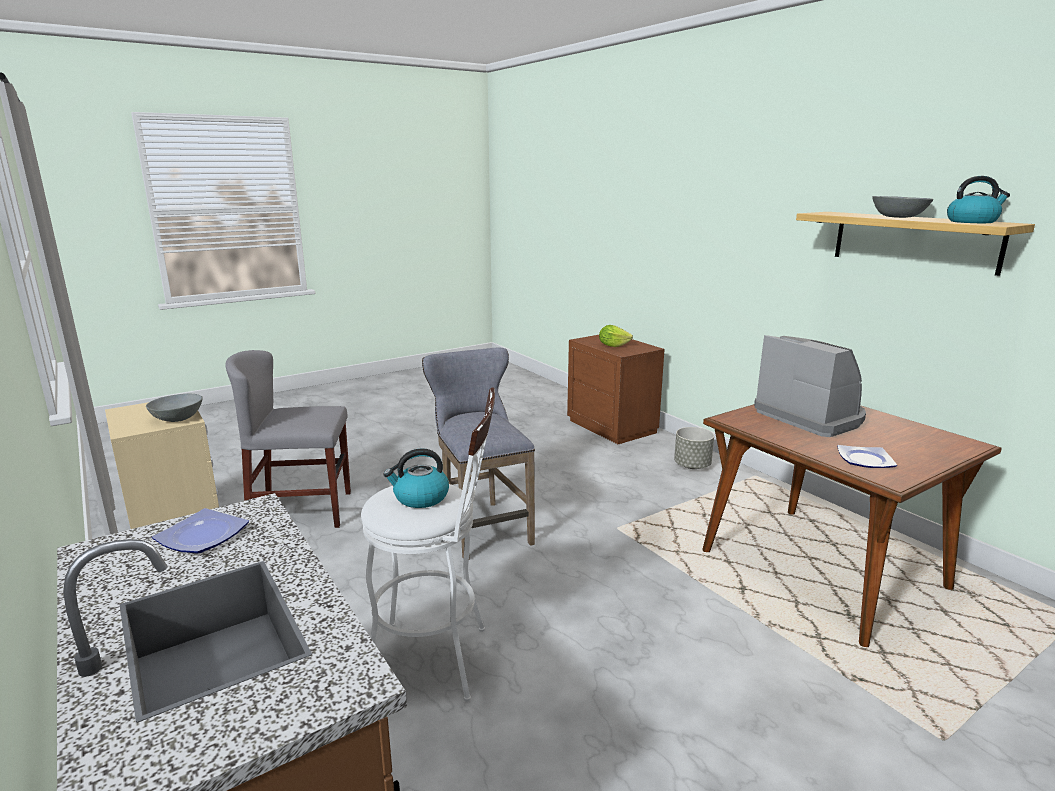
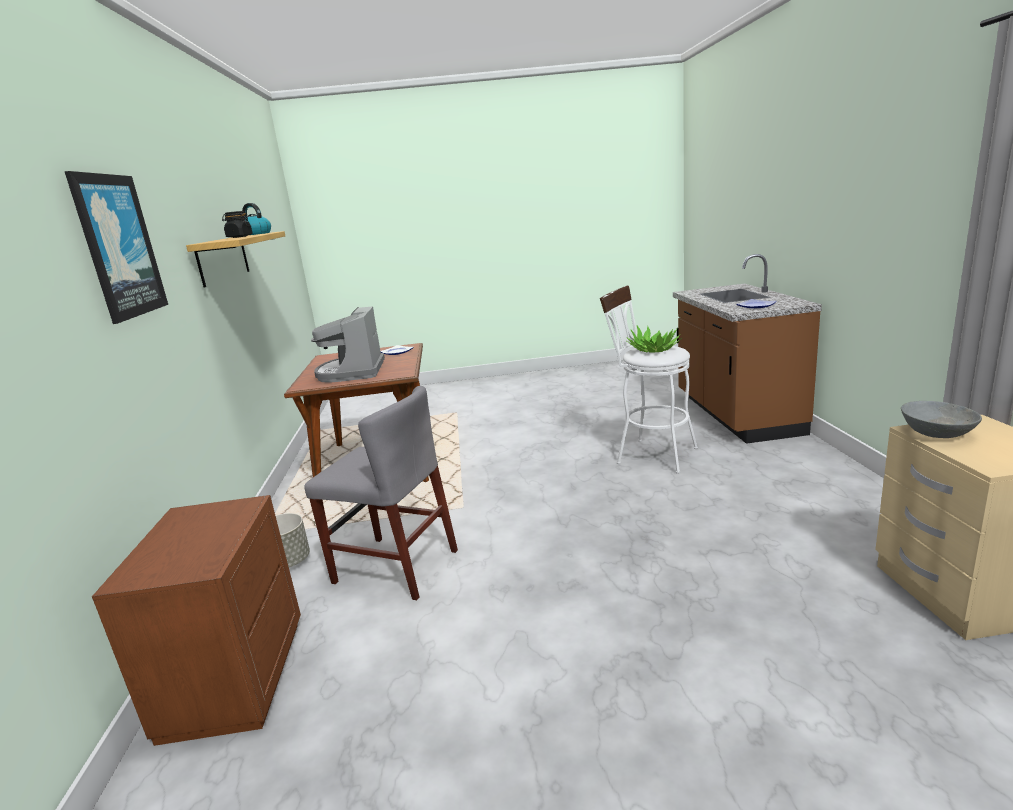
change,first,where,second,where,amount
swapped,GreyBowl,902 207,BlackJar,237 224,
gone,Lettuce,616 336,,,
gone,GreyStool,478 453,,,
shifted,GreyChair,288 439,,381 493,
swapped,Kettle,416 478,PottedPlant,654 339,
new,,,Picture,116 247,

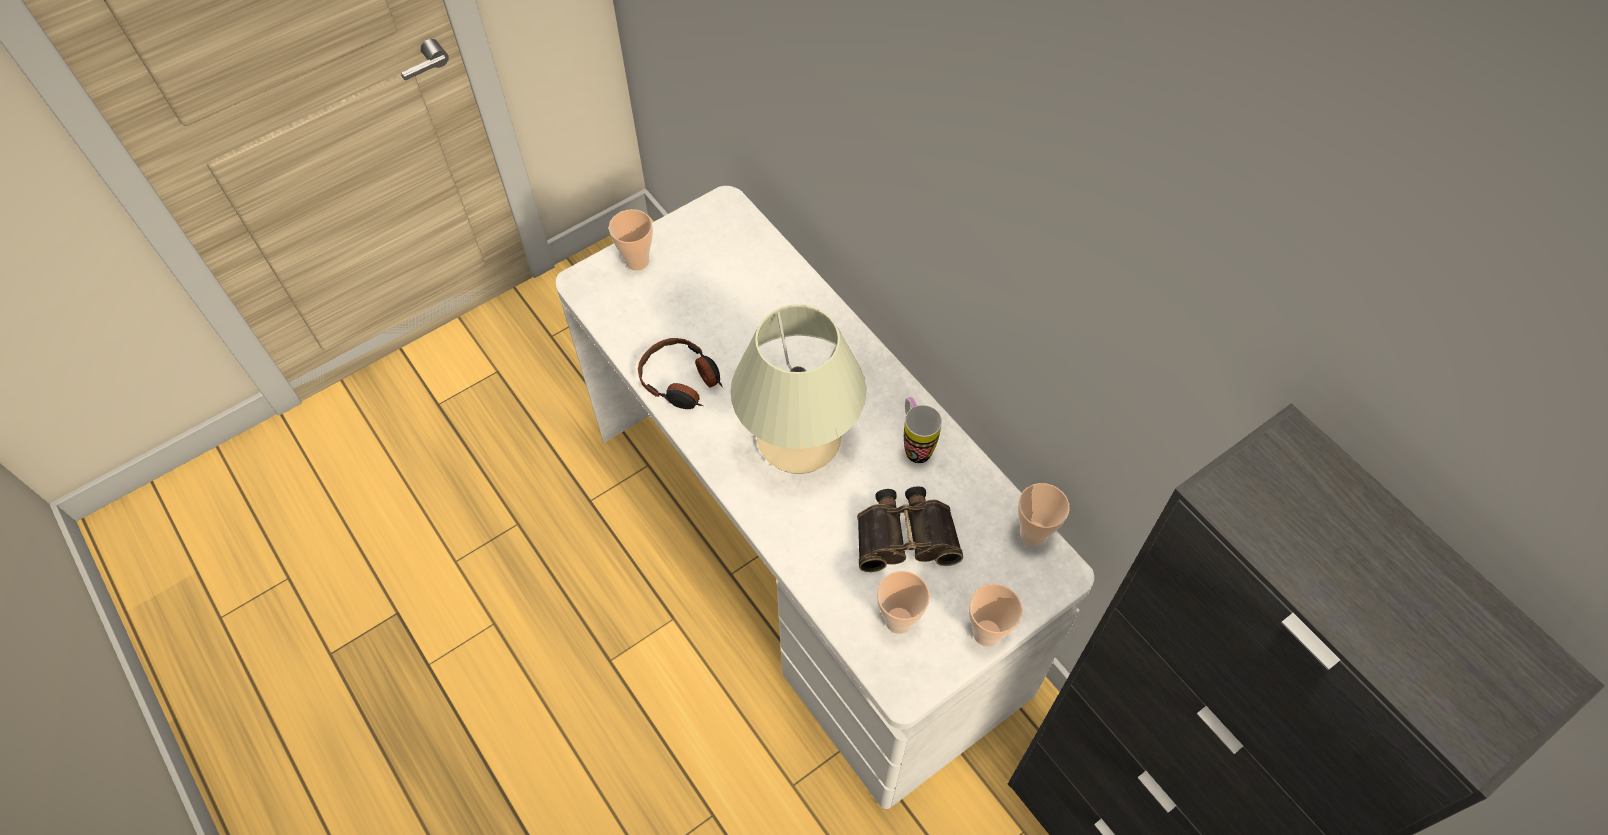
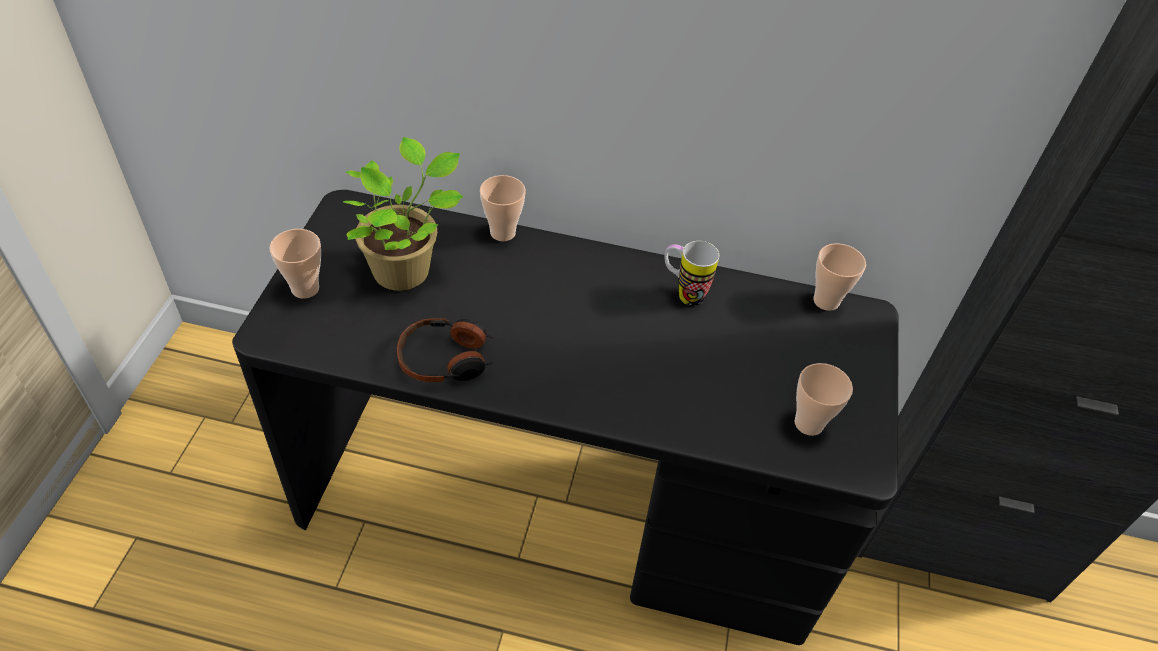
change,first,where,second,where,amount
repainted,WhiteDesk,825 497,BlackDesk,565 417,
gone,BeigeTableLamp,798 389,,,
gone,Binoculars,910 529,,,
shifted,Cup,996 615,,503 208,
new,,,PottedPlant,403 214,

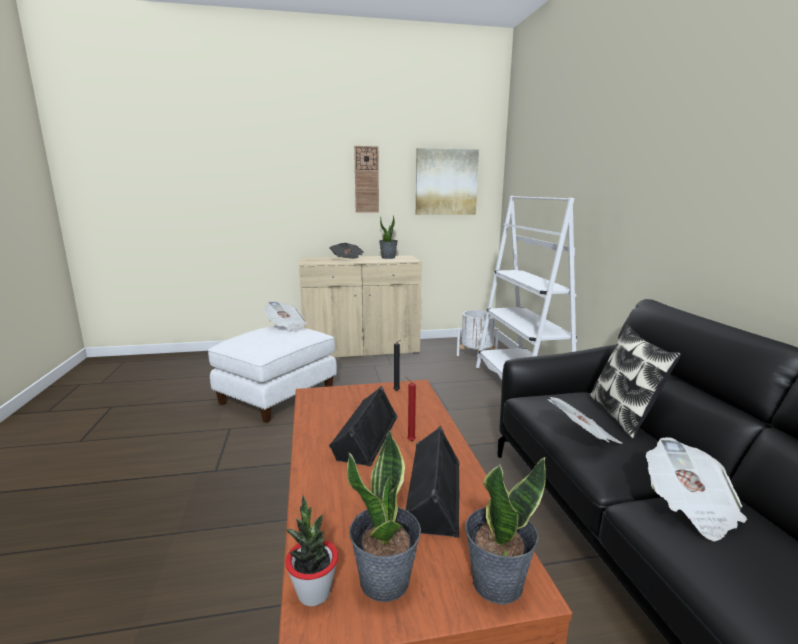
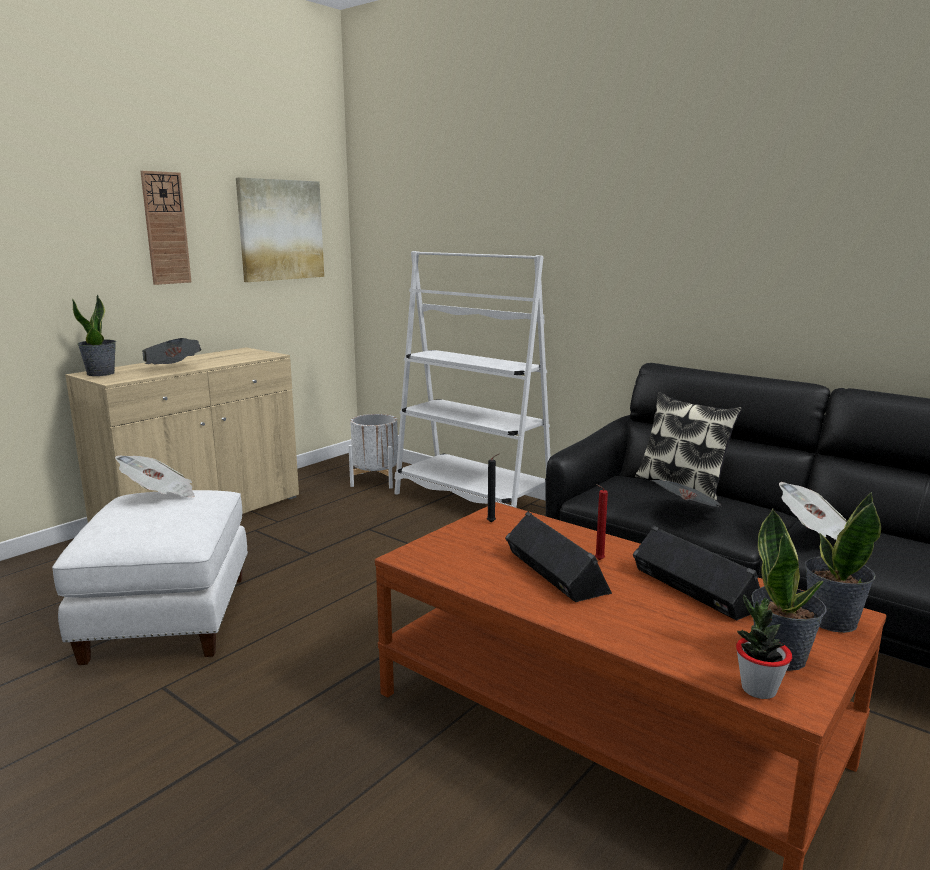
change,first,where,second,where,amount
shifted,PottedPlant,388 237,,94 335,

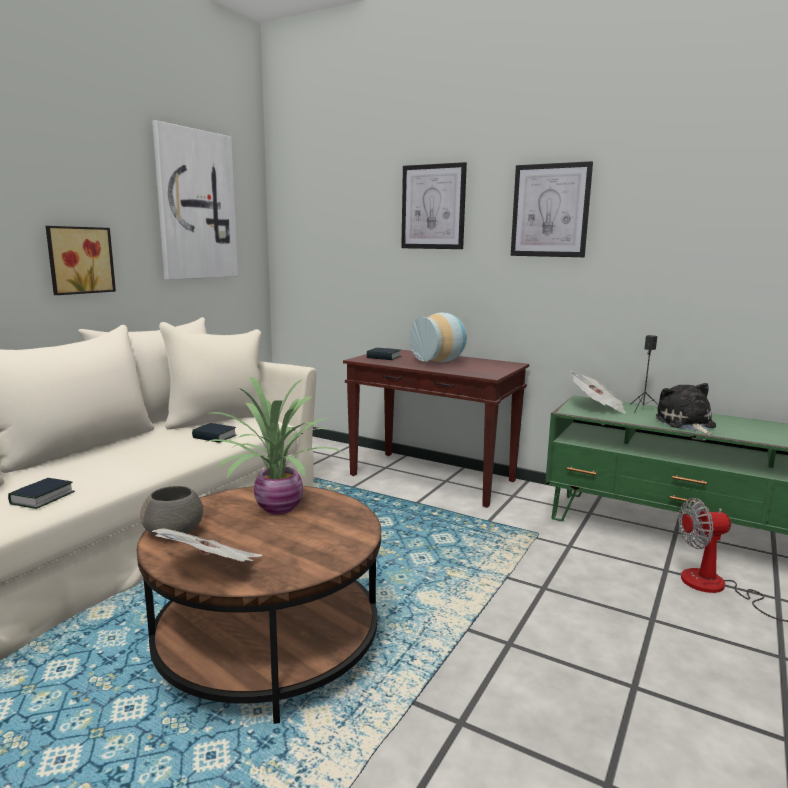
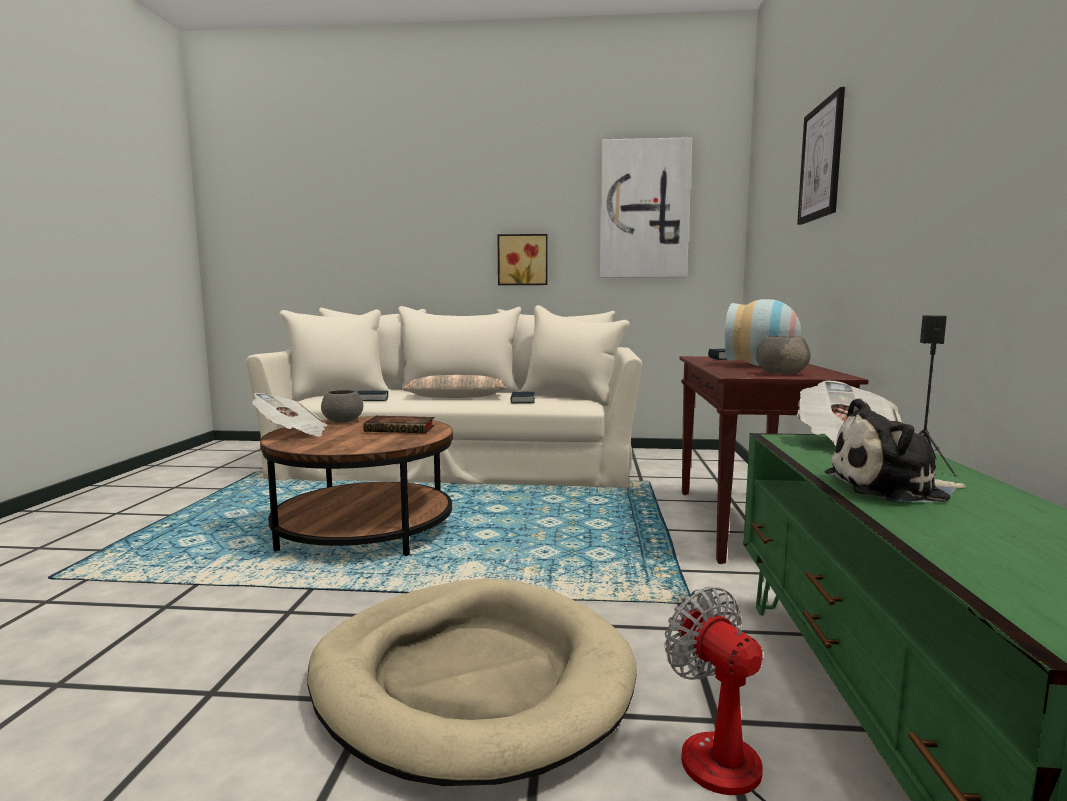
change,first,where,second,where,amount
gone,Picture,552 209,,,
swapped,PottedPlant,275 445,Book,398 424,
rotated,PlushToy,686 409,,895 450,150 degrees counterclockwise
new,,,GreyBowl,783 355,
new,,,Pillow,454 386,
new,,,BeigeDogBed,472 682,

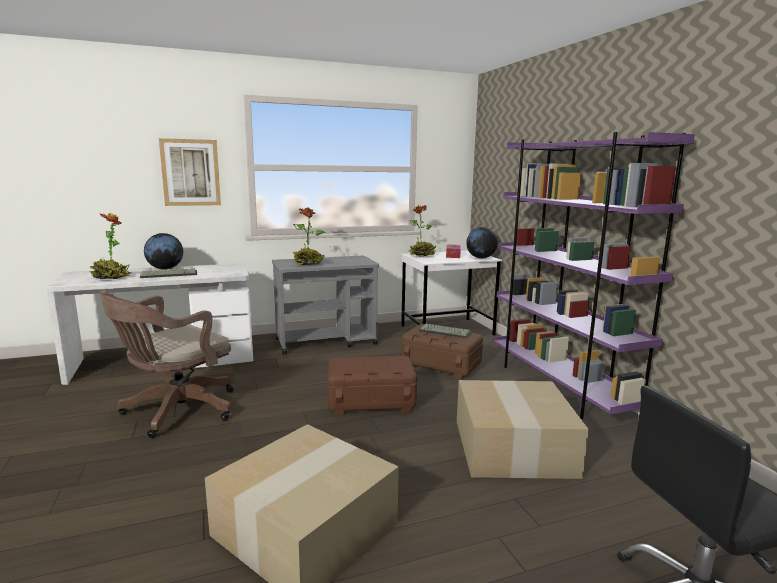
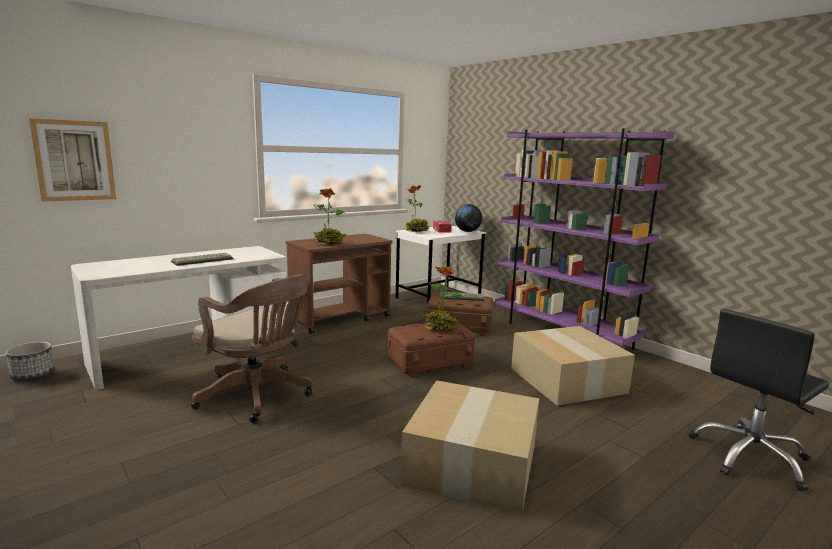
change,first,where,second,where,amount
shifted,Picture,190 172,,72 160,
shifted,PottedPlant,110 246,,444 299,
gone,Globe,163 251,,,
repainted,GreyCart,325 305,BrownCart,339 284,
rotated,BrownOfficeChair,166 365,,251 348,75 degrees counterclockwise
new,,,Planter,30 361,

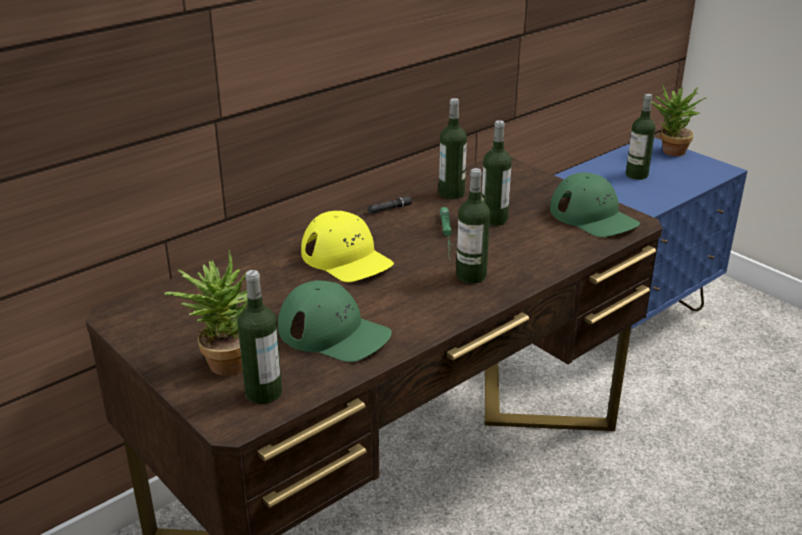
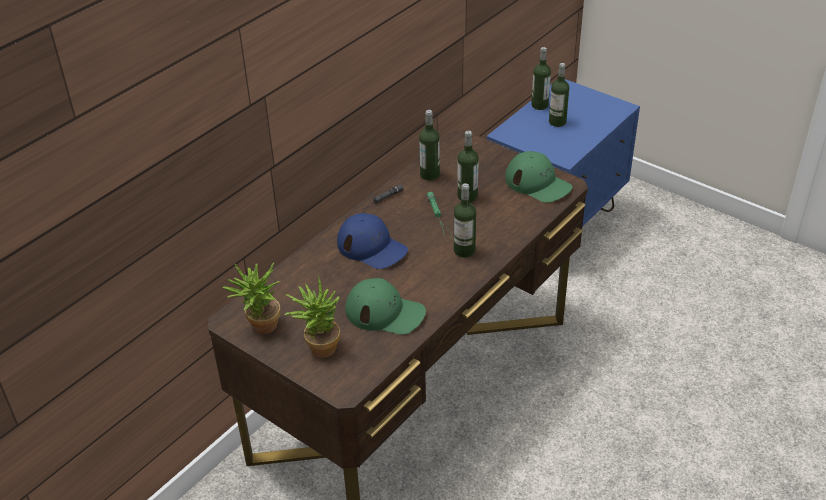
change,first,where,second,where,amount
shifted,PottedPlant,679 119,,251 298,
repainted,YellowCap,347 246,BlueCap,372 241,
shifted,Bottle,259 337,,541 78,

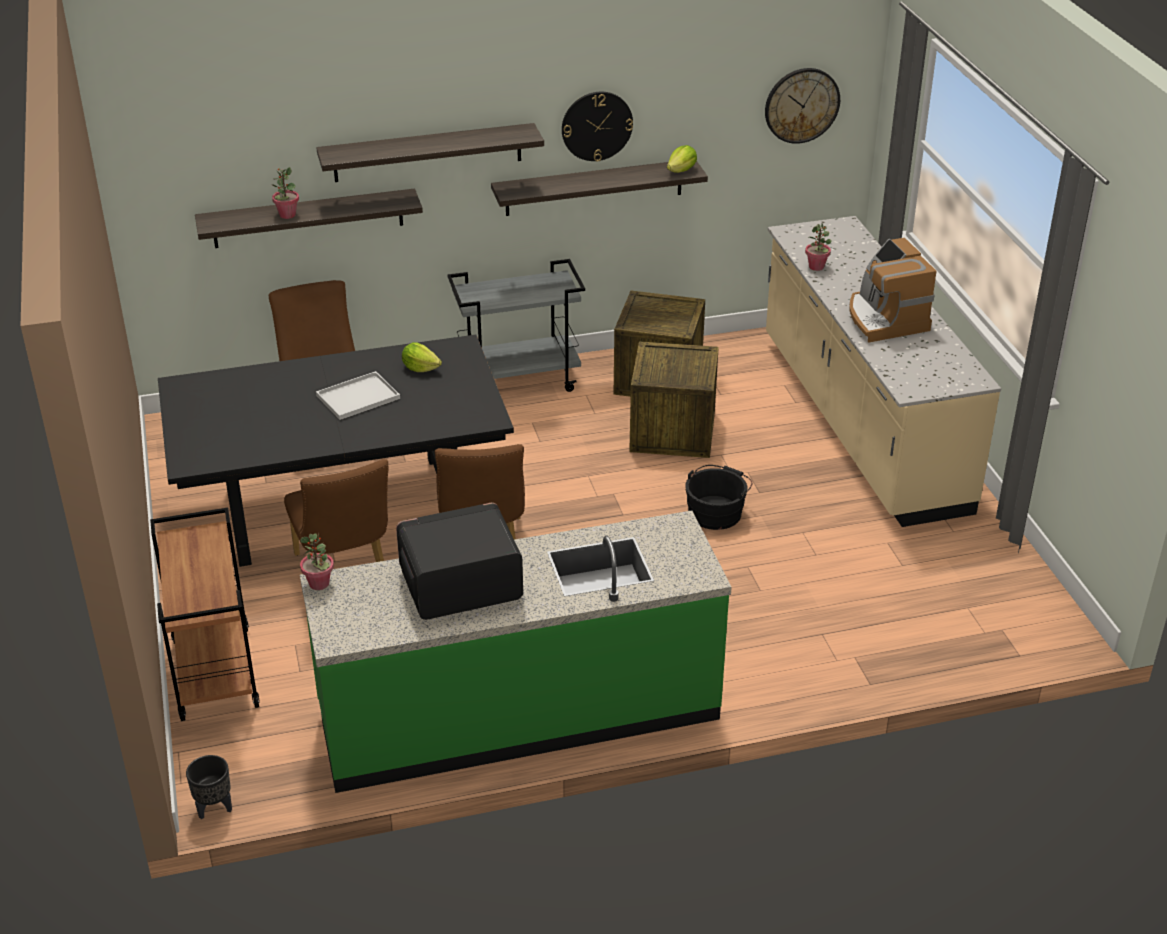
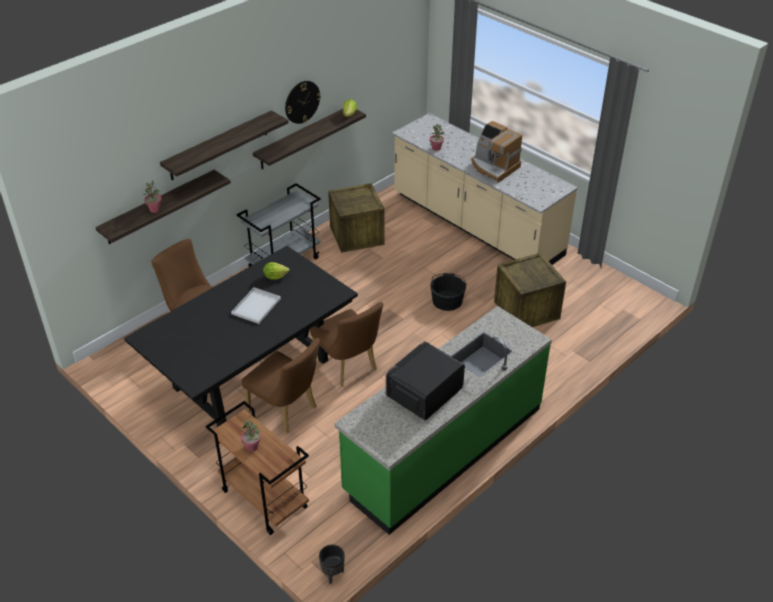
change,first,where,second,where,amount
gone,WallClock,802 106,,,
shifted,Crate,674 399,,530 290,
shifted,PottedPlant,317 561,,251 436,

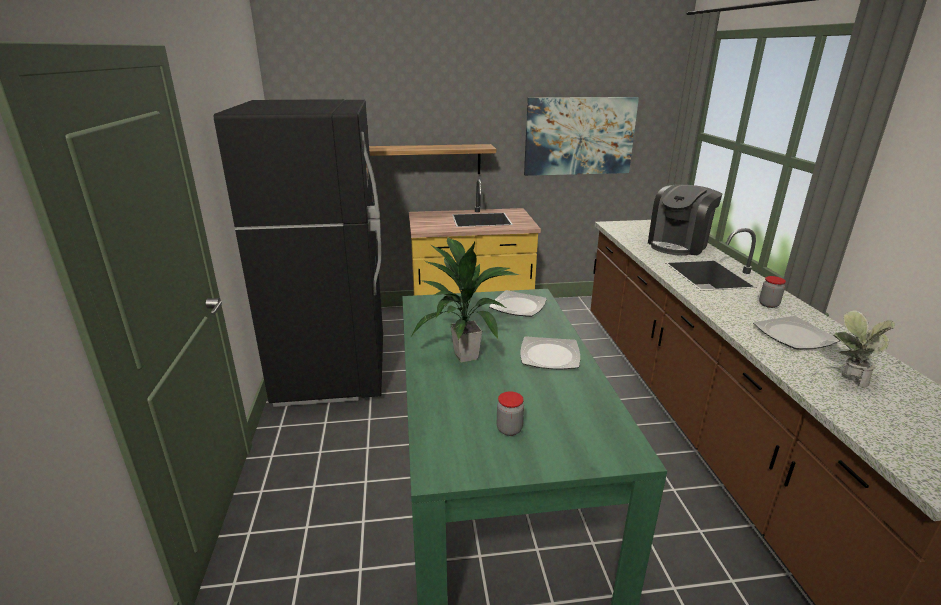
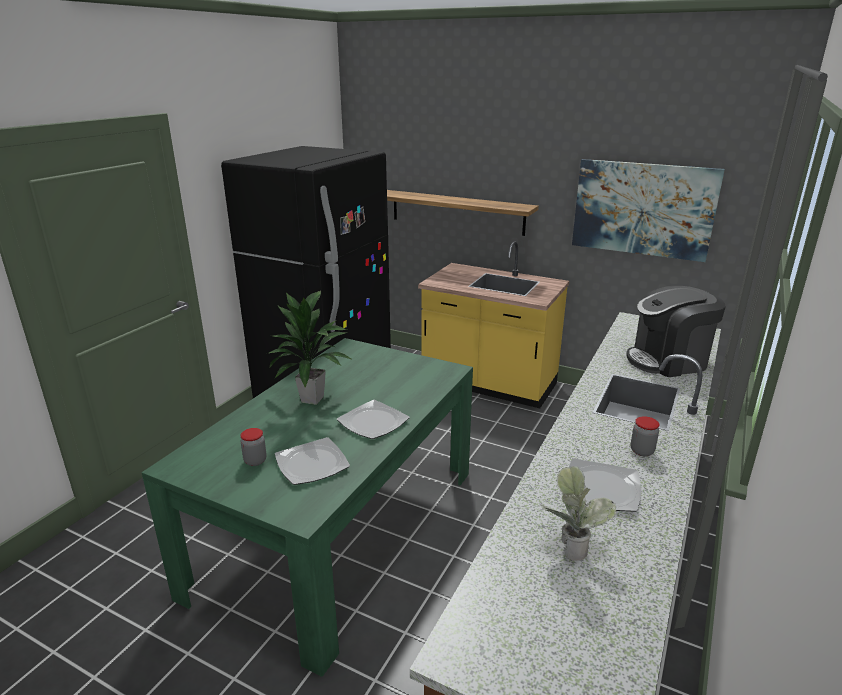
change,first,where,second,where,amount
shifted,Plate,518 303,,312 461,

